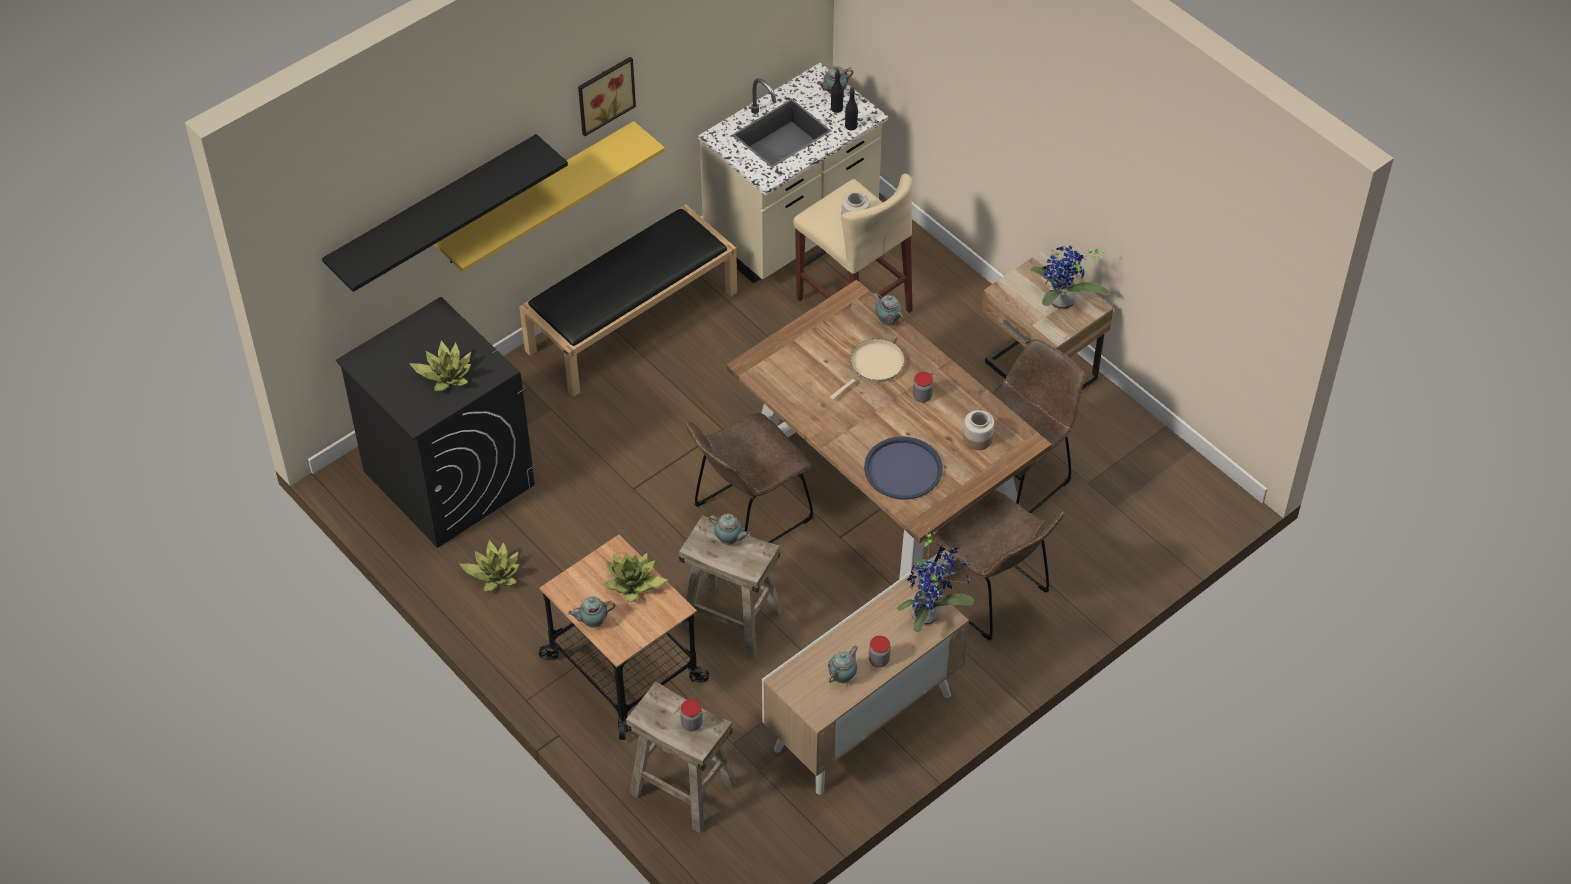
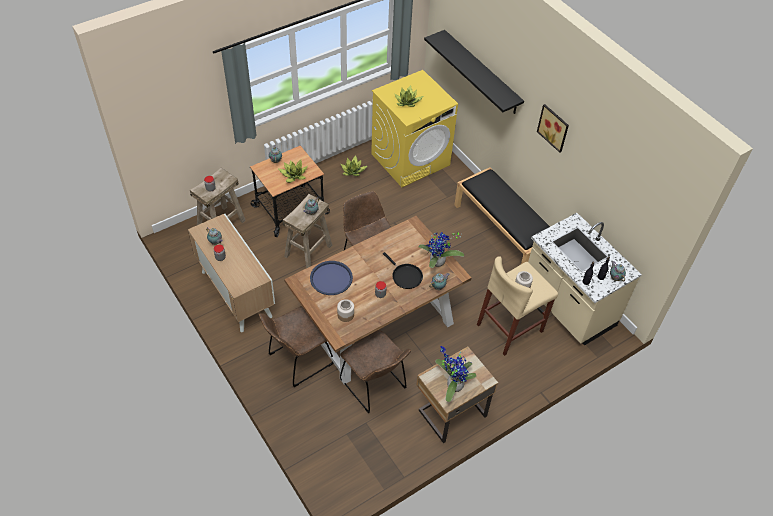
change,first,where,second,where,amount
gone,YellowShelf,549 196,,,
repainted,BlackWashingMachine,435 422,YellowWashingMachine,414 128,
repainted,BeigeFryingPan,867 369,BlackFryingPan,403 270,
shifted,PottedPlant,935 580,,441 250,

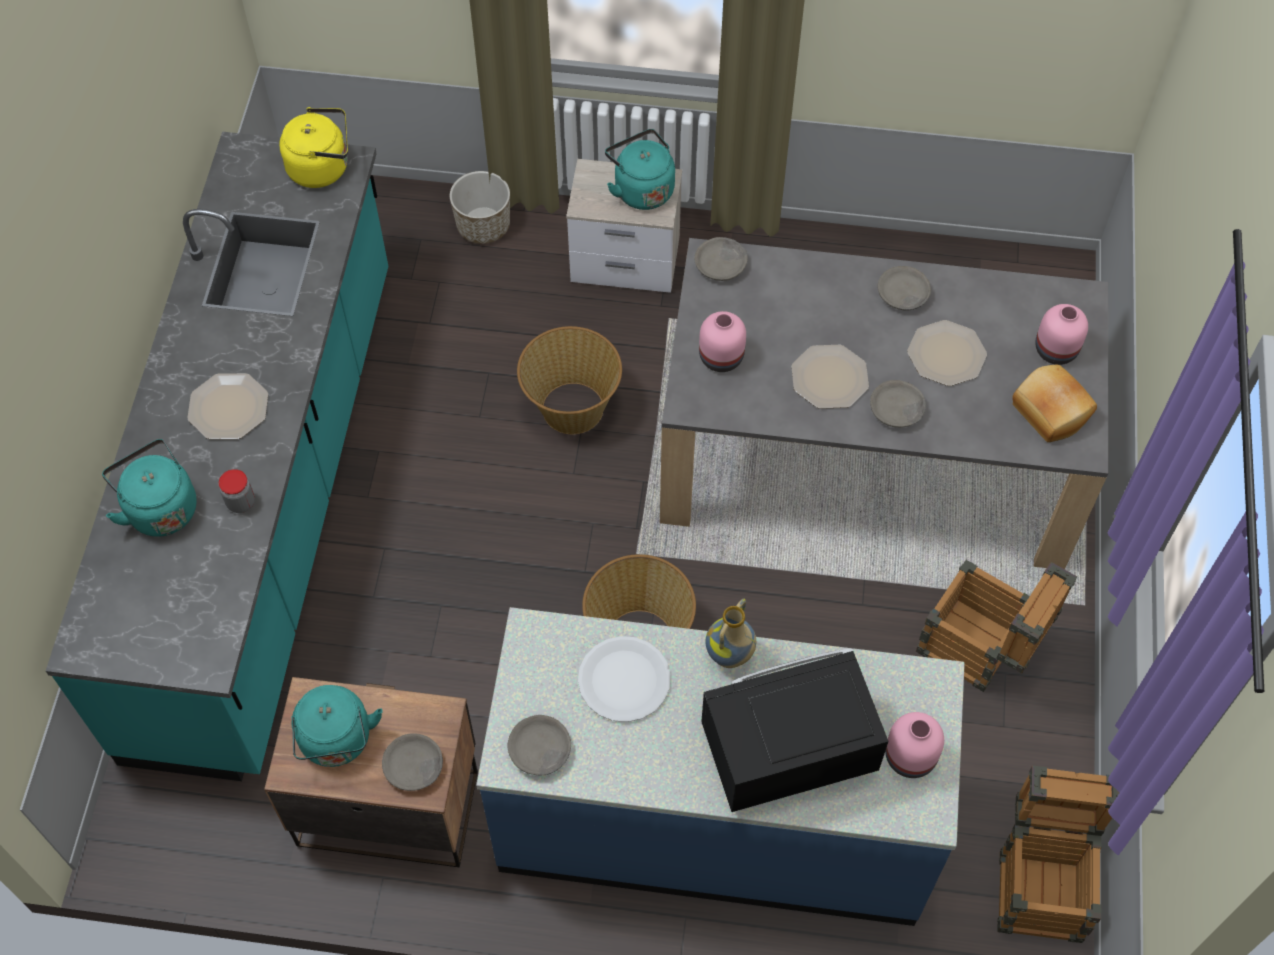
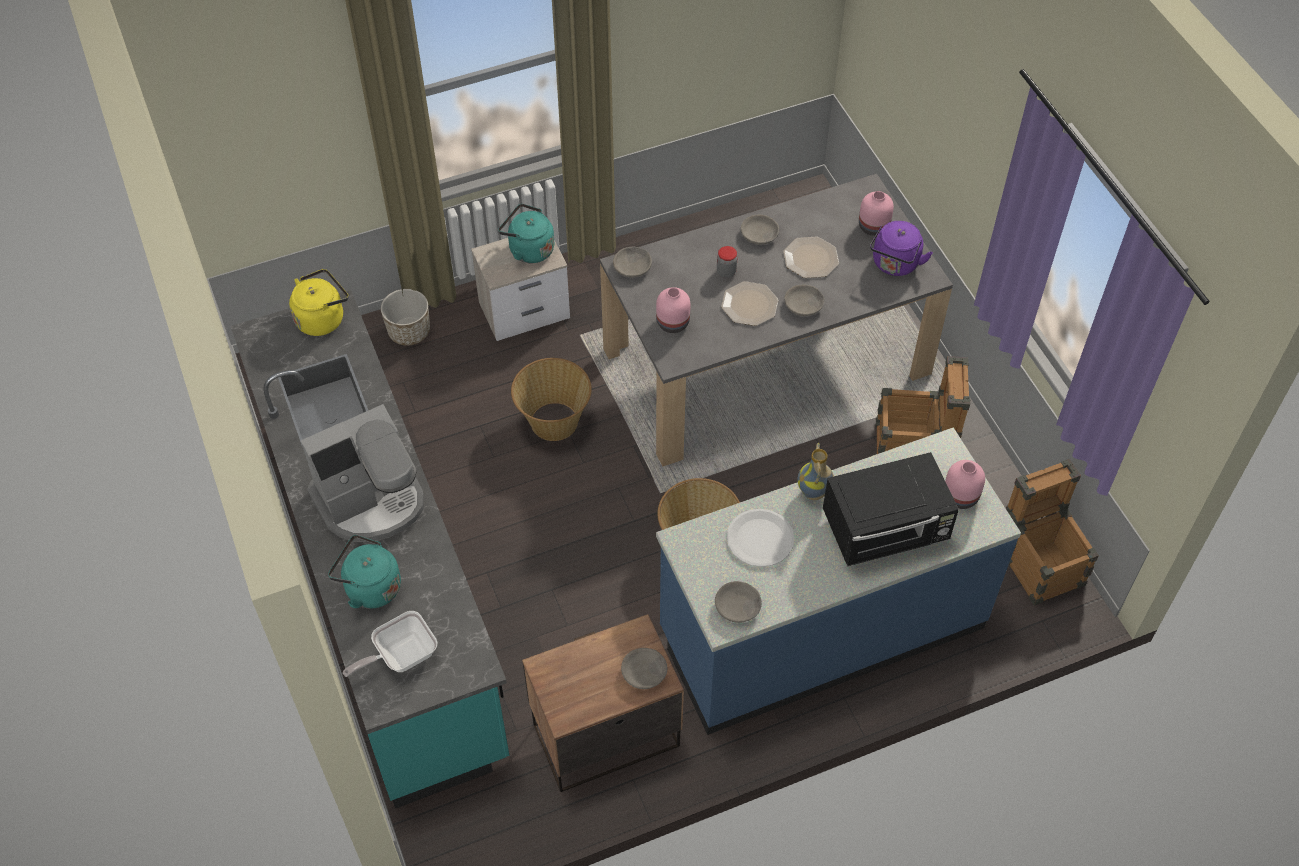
change,first,where,second,where,amount
swapped,Bread,1054 403,PurpleKettle,901 248,
swapped,Plate,227 406,CoffeeMachine,362 473,
shifted,Jar,237 491,,727 262,
rotated,BlackMicrowave,795 730,,891 509,150 degrees counterclockwise
gone,TurquoiseKettle,337 726,,,
new,,,FryingPan,390 644,

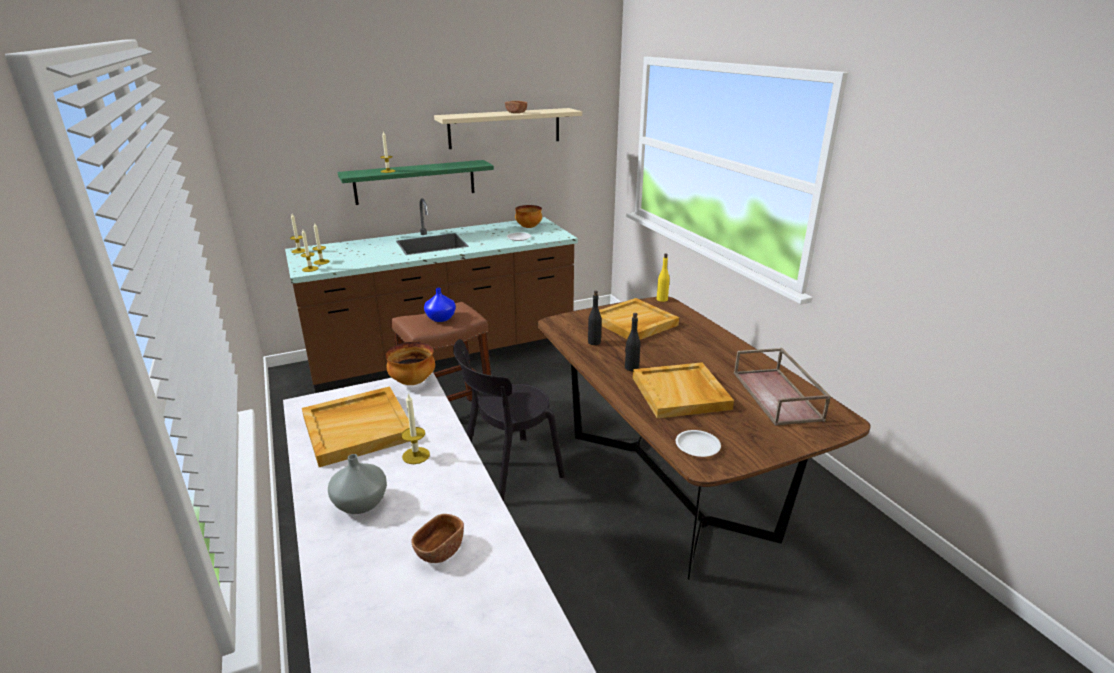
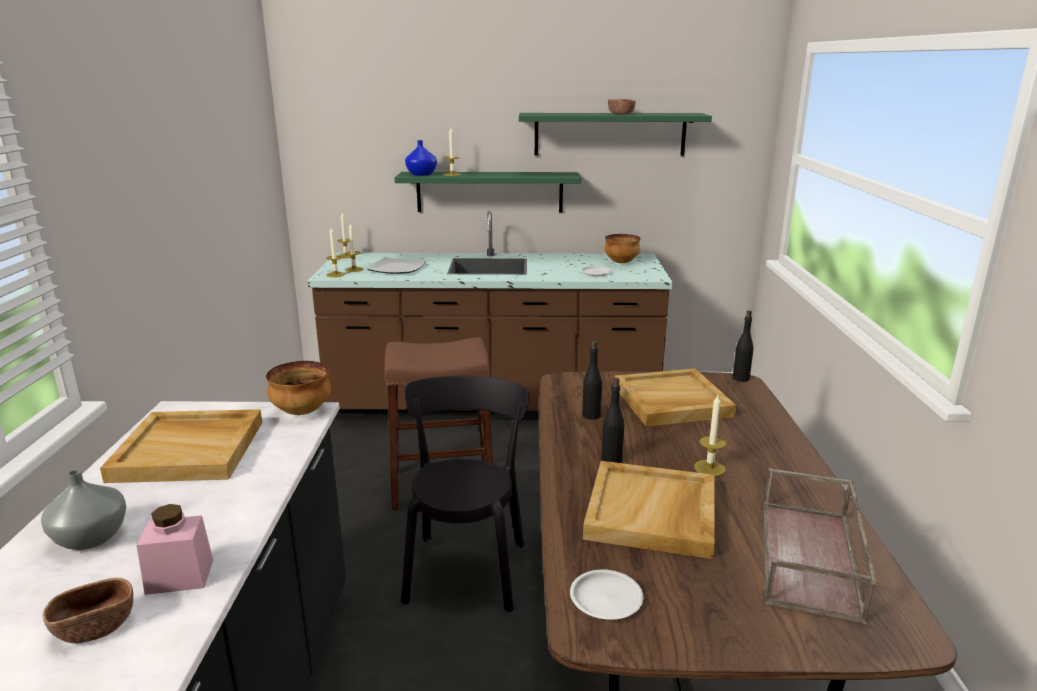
change,first,where,second,where,amount
repainted,BeigeShelf,508 128,GreenShelf,615 134,
repainted,YellowBottle,663 277,BlackBottle,743 346,
shifted,BlueVase,440 305,,421 158,
rotated,BlackChair,509 420,,465 494,105 degrees clockwise
shifted,Candle,415 428,,710 435,
new,,,Plate,396 265,
new,,,PinkJar,175 549,

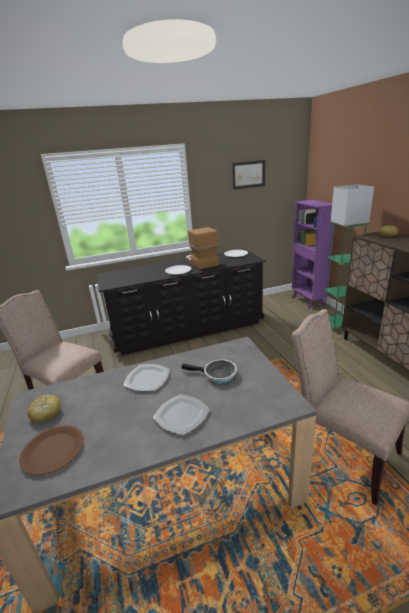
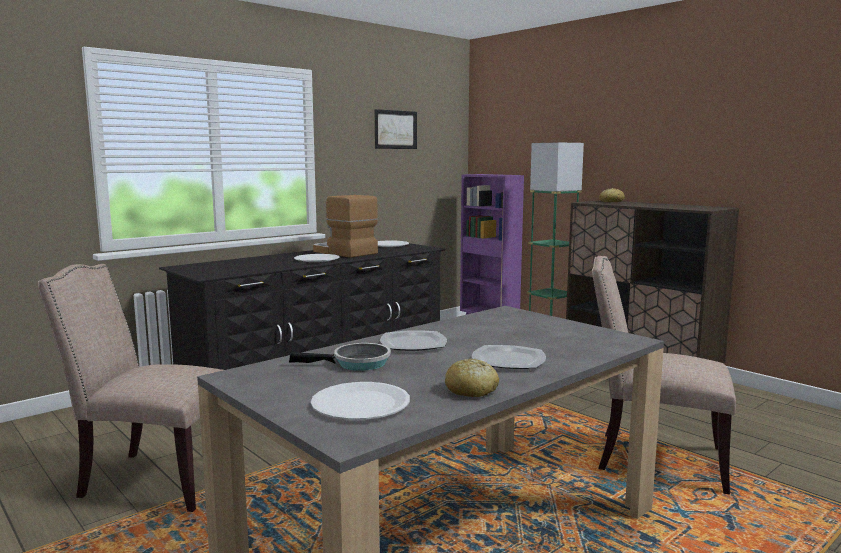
change,first,where,second,where,amount
shifted,FryingPan,209 371,,340 357,
shifted,Bread,44 409,,472 377,
repainted,BrownPlate,51 450,WhitePlate,360 401,

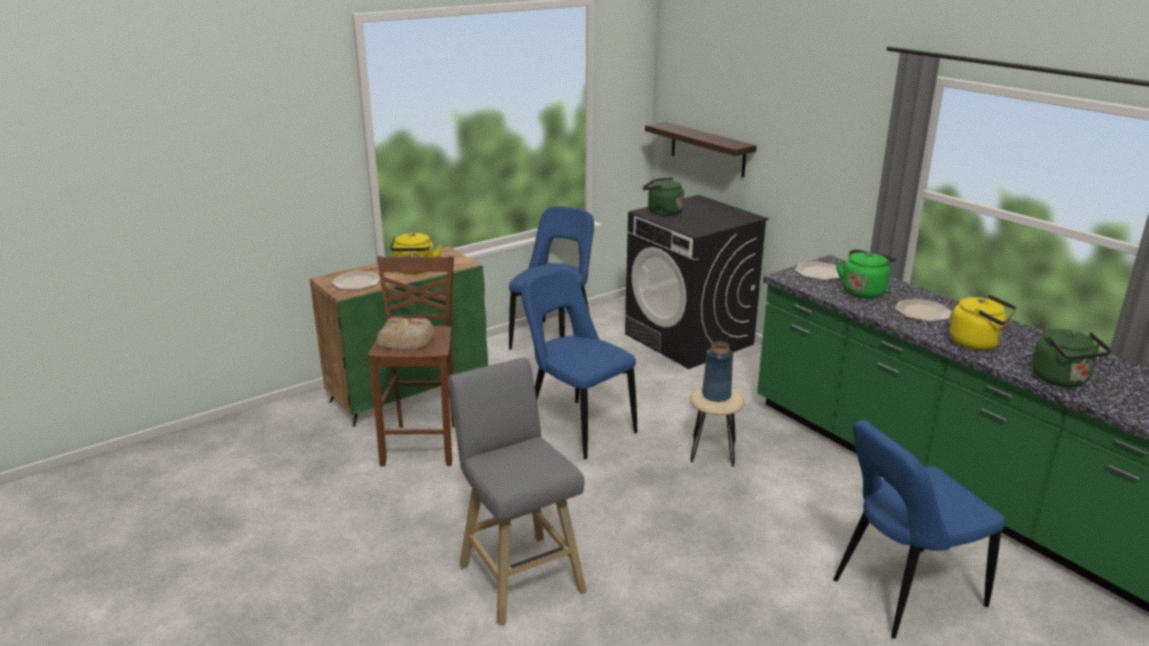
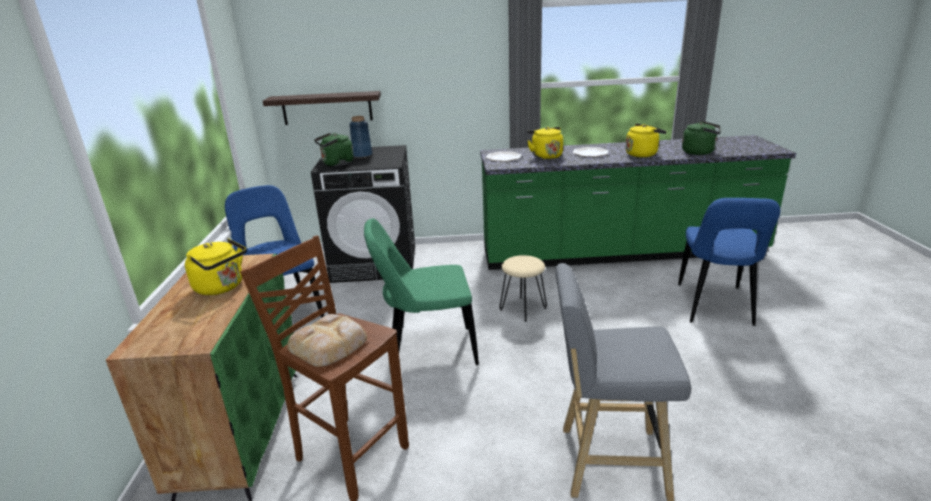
change,first,where,second,where,amount
repainted,GreenKettle,866 273,YellowKettle,545 143,
repainted,BlueChair,579 364,GreenChair,421 291,
gone,Plate,355 280,,,
shifted,BlueVase,717 372,,360 137,

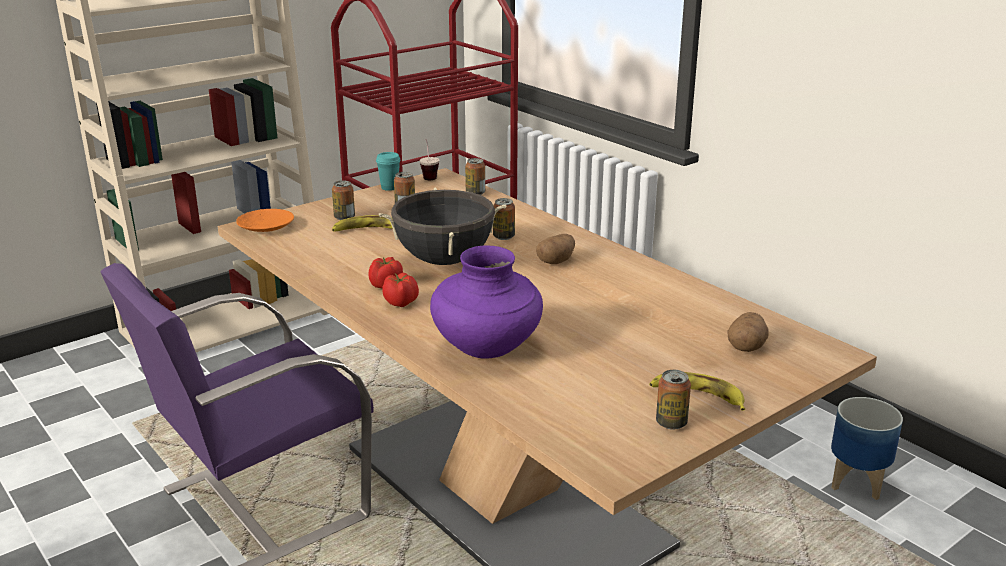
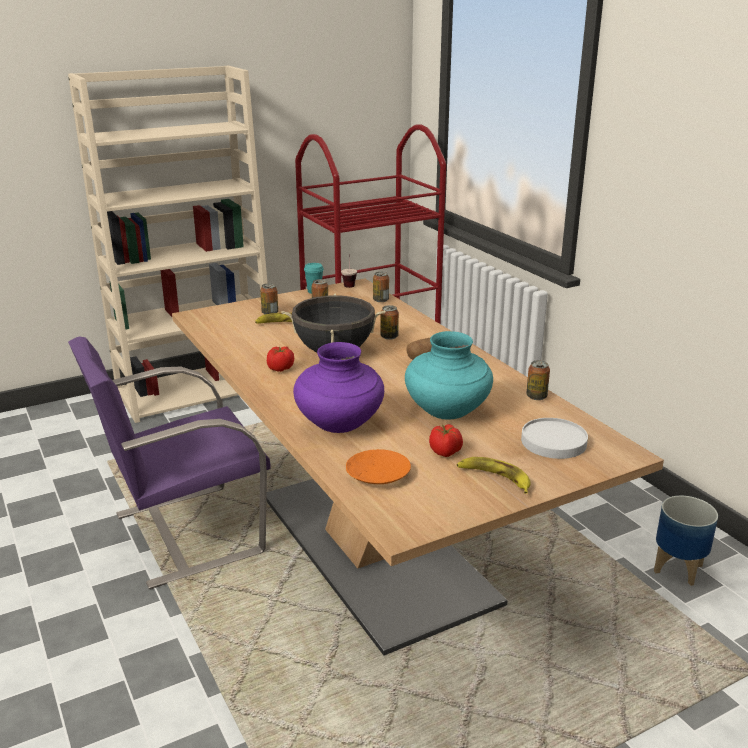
change,first,where,second,where,amount
shifted,OrangePlate,265 220,,378 466,
shifted,Tomato,400 290,,446 440,
swapped,Potato,748 332,WhitePlate,554 438,
shifted,Can,673 400,,538 380,
new,,,TurquoiseVase,449 375,

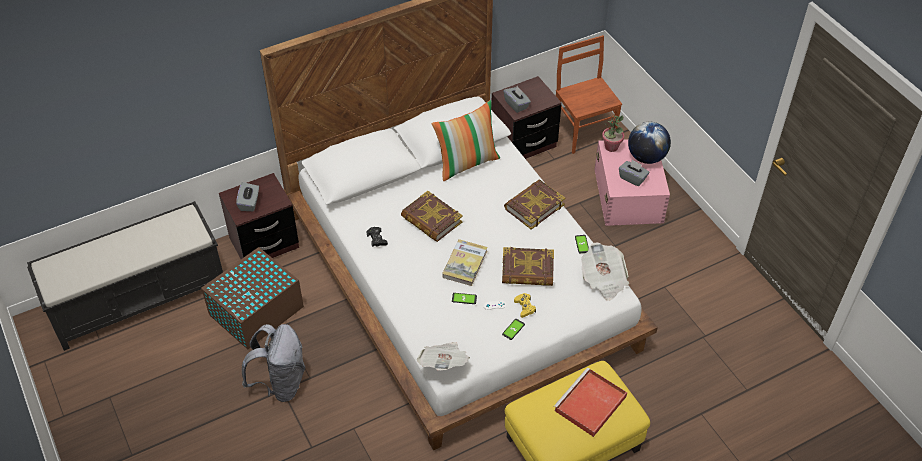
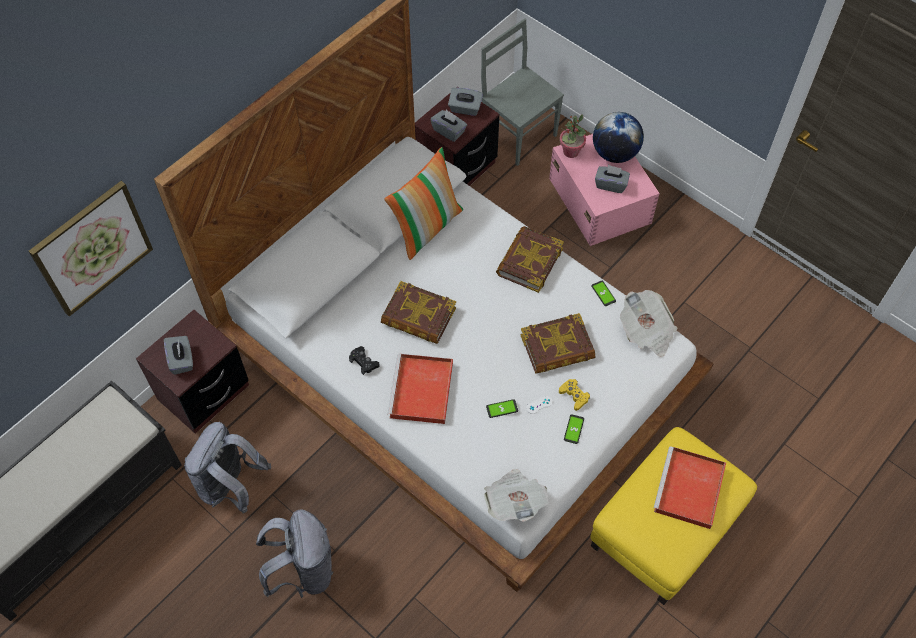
change,first,where,second,where,amount
repainted,BrownChair,589 94,GreyChair,522 92,
gone,Book,465 262,,,
swapped,BrownStorageBox,252 298,GreyBackpack,227 467,
new,,,GreyTissueBox,465 101,
new,,,Picture,91 249,
new,,,RedTray,420 389,

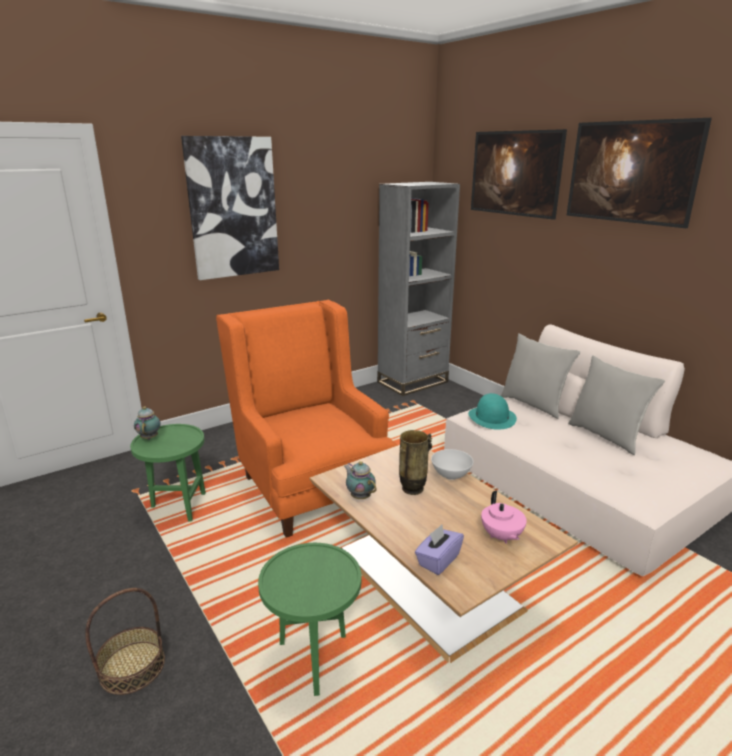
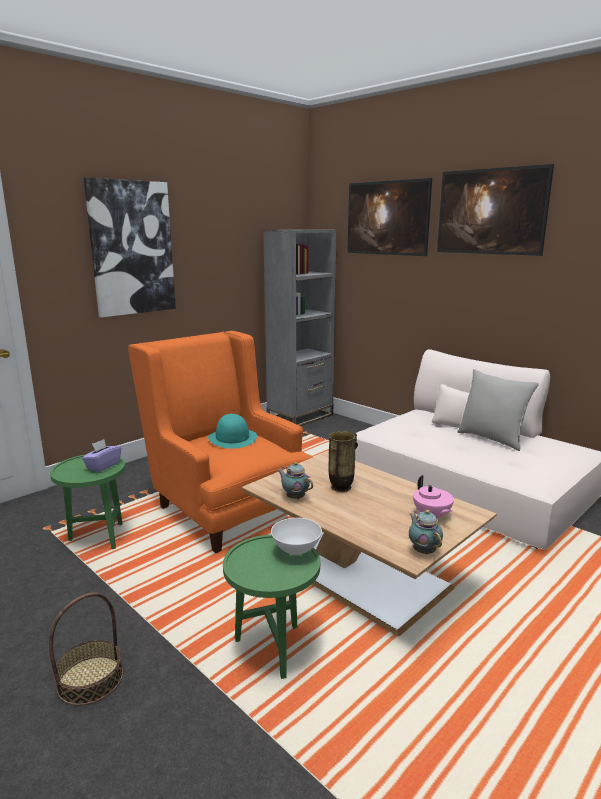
change,first,where,second,where,amount
gone,GreyPillow,540 376,,,
shifted,TurquoiseHat,492 411,,232 431,
shifted,Teapot,147 423,,426 532,
shifted,WhiteBowl,452 464,,296 537,
shifted,PurpleTissueBox,439 550,,101 455,

